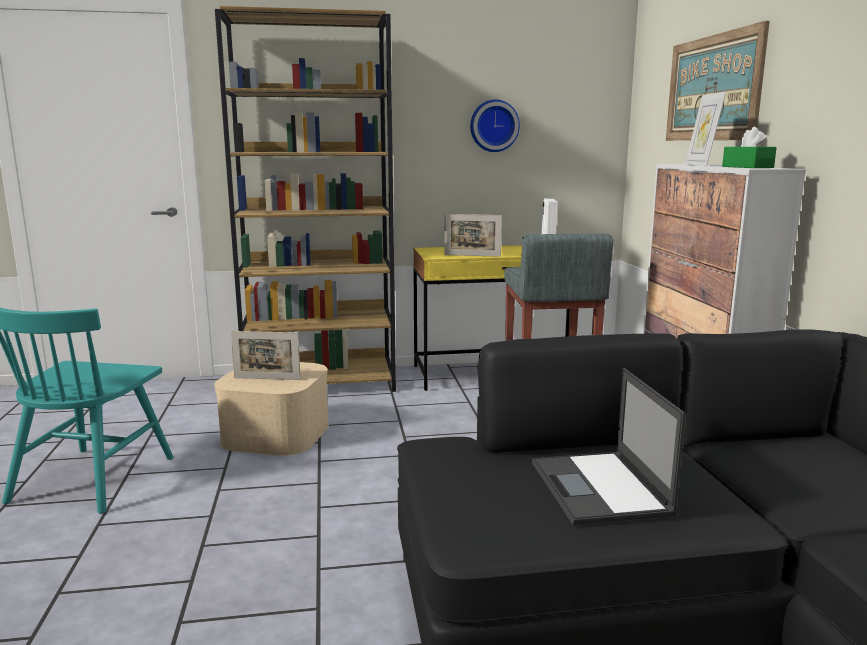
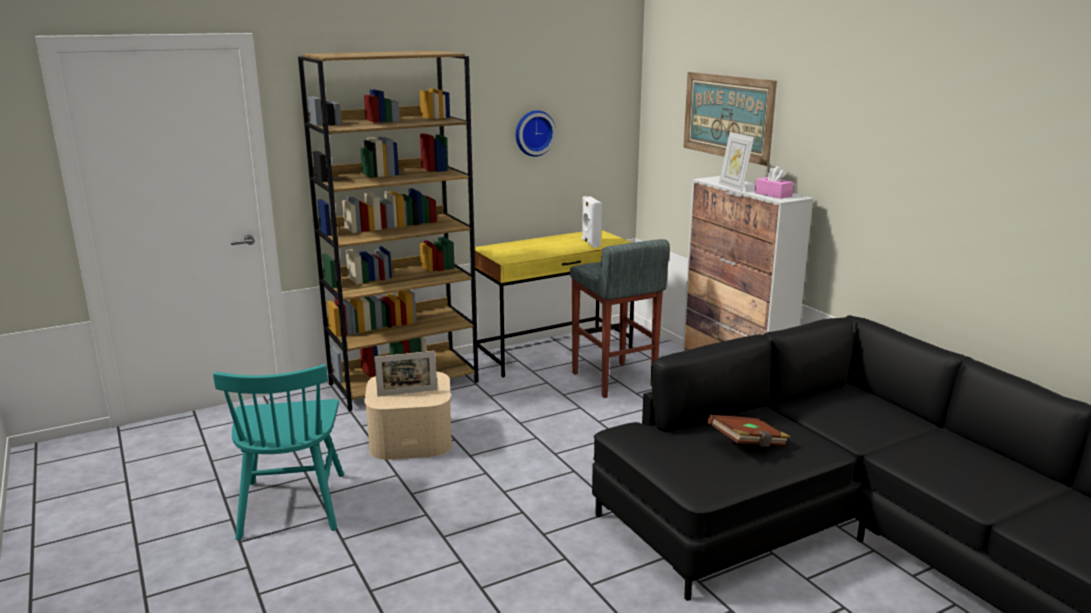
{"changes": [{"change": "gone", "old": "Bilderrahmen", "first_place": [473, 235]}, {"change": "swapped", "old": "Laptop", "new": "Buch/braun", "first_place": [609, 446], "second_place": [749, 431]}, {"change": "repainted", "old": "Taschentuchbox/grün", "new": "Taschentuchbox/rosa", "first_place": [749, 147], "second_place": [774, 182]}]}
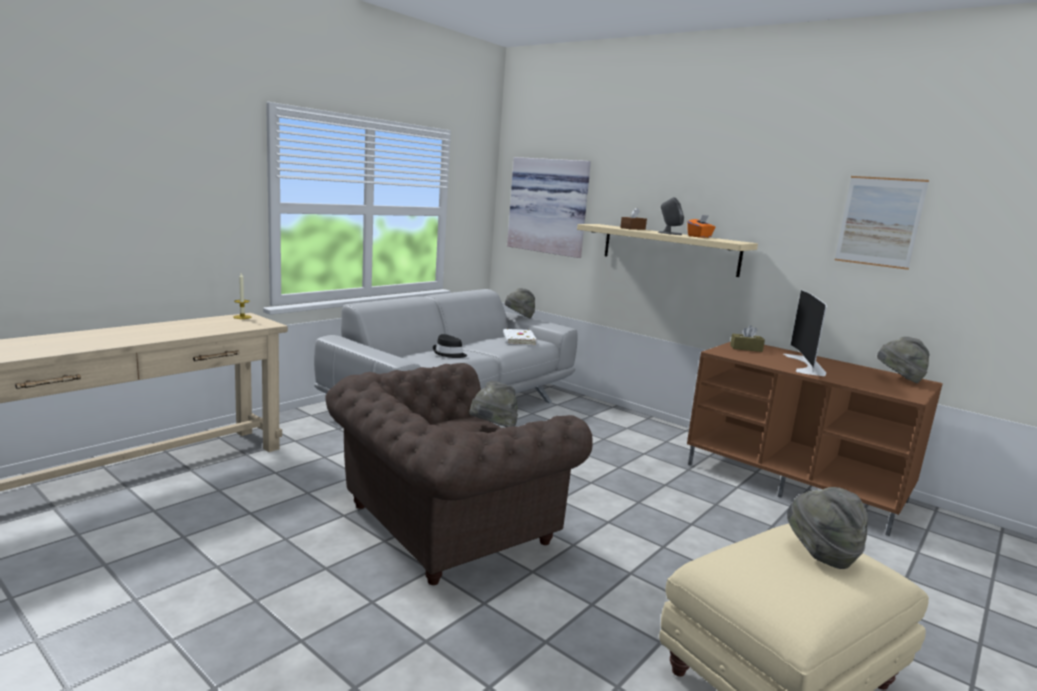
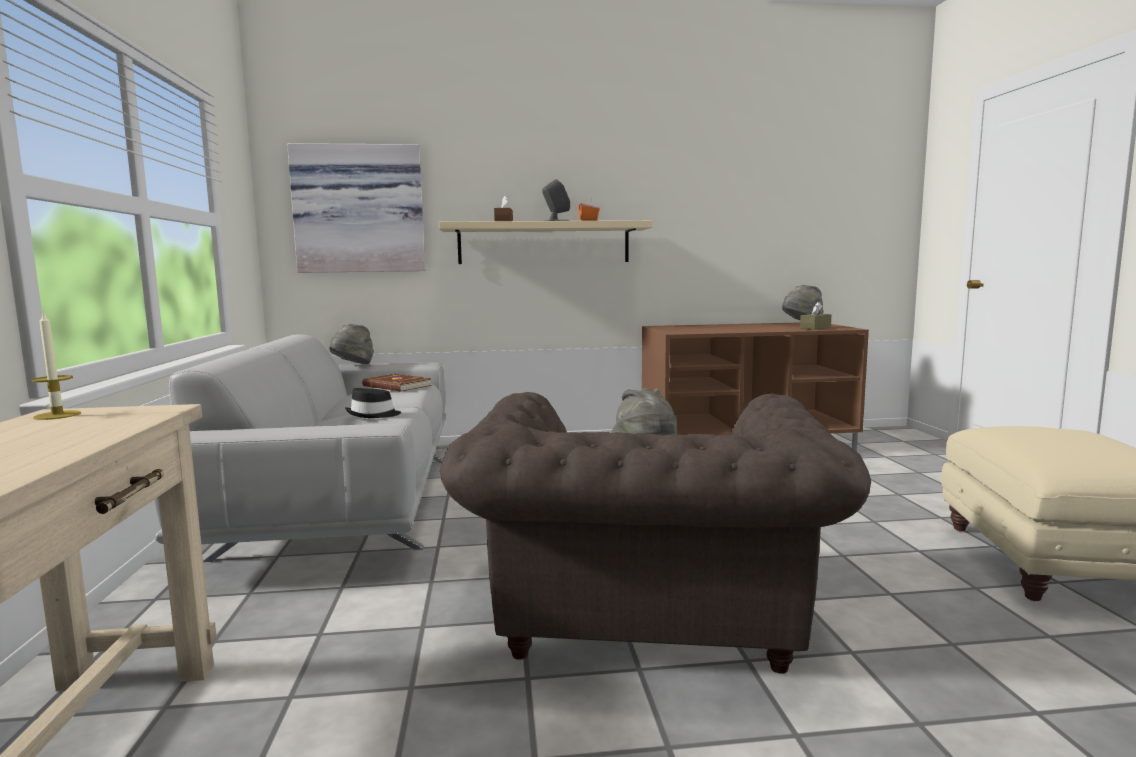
{"changes": [{"change": "repainted", "old": "Buch/weiß", "new": "Buch/braun", "first_place": [520, 337], "second_place": [397, 383]}, {"change": "shifted", "old": "Taschentuchbox/braun", "first_place": [747, 338], "second_place": [815, 316]}, {"change": "gone", "old": "Fernseher", "first_place": [805, 333]}, {"change": "gone", "old": "Hut/grau", "first_place": [827, 528]}, {"change": "gone", "old": "Bild", "first_place": [882, 223]}]}
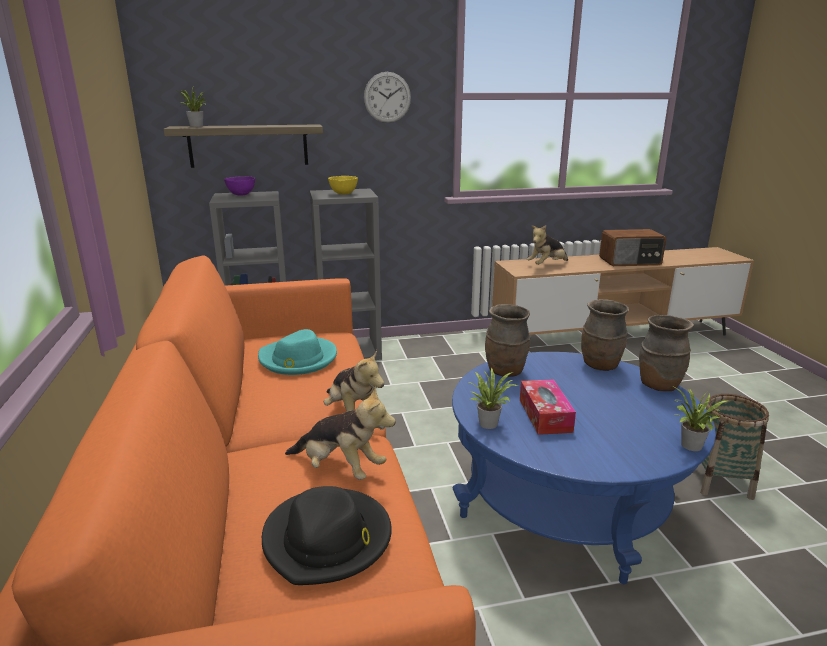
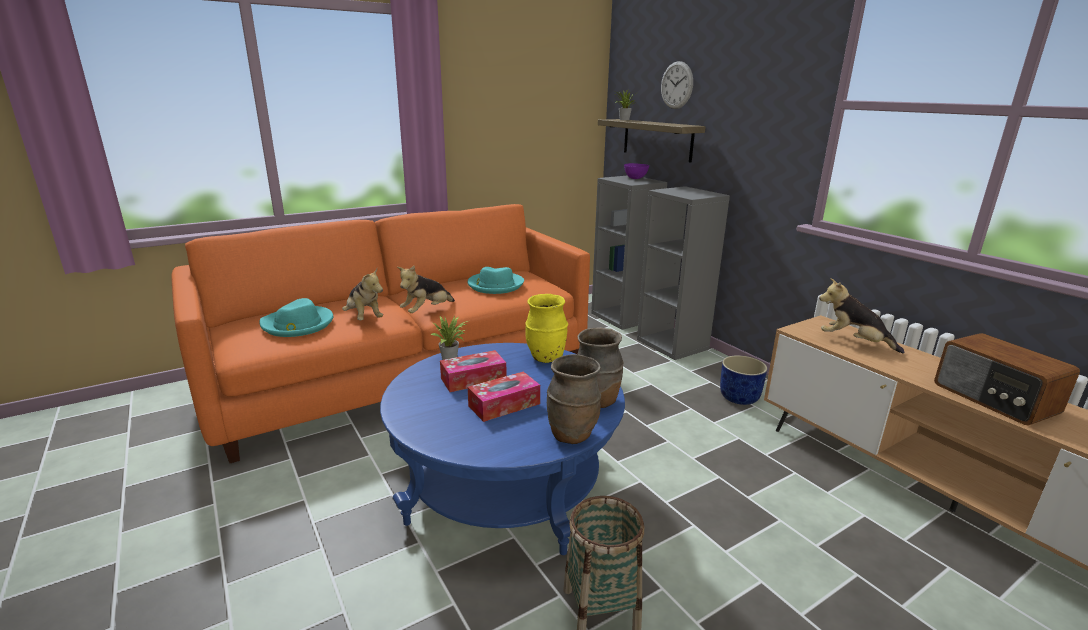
{"changes": [{"change": "repainted", "old": "Hut/schwarz", "new": "Hut/türkis", "first_place": [327, 535], "second_place": [296, 317]}, {"change": "rotated", "old": "Plüschtier", "first_place": [340, 433], "second_place": [362, 294], "degrees": -45}, {"change": "gone", "old": "Schüssel/gelb", "first_place": [343, 185]}, {"change": "shifted", "old": "Wanduhr", "first_place": [387, 97], "second_place": [677, 85]}, {"change": "repainted", "old": "Vase/braun", "new": "Vase/gelb", "first_place": [507, 340], "second_place": [546, 328]}, {"change": "gone", "old": "Topfpflanze", "first_place": [701, 419]}, {"change": "new", "new": "Taschentuchbox", "second_place": [504, 396]}, {"change": "new", "new": "Pflanzkübel/blau", "second_place": [743, 380]}]}
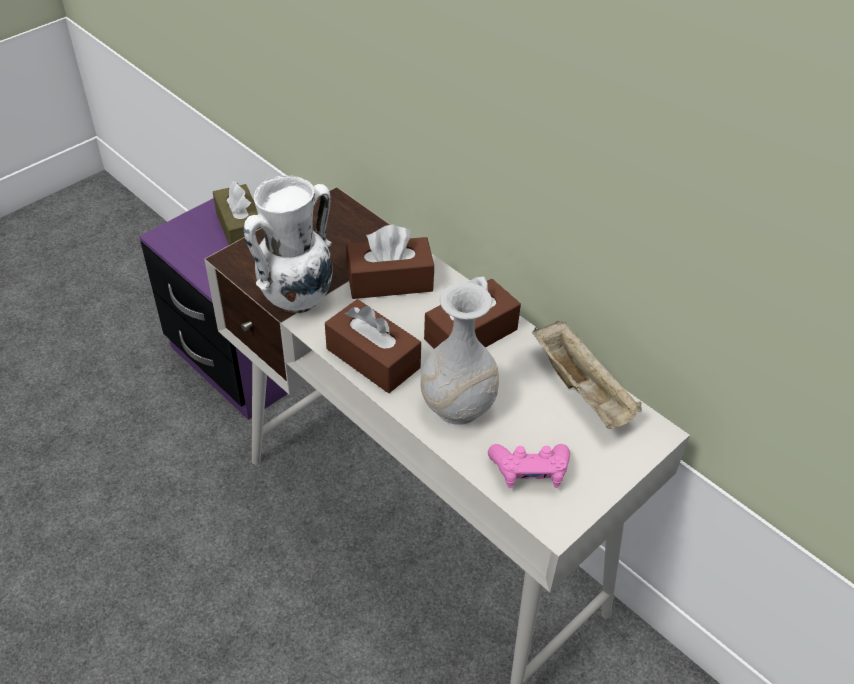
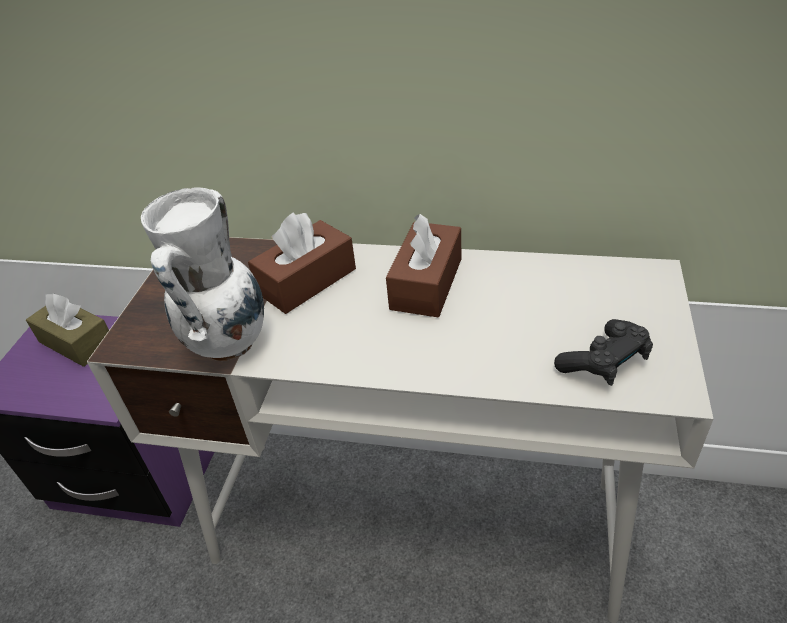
{"changes": [{"change": "gone", "old": "Taschentuchbox/braun", "first_place": [373, 346]}, {"change": "gone", "old": "Vase/weiß", "first_place": [459, 353]}, {"change": "repainted", "old": "Gamepad/rosa", "new": "Gamepad/schwarz", "first_place": [529, 466], "second_place": [603, 352]}, {"change": "gone", "old": "Tablett/beige", "first_place": [587, 375]}]}
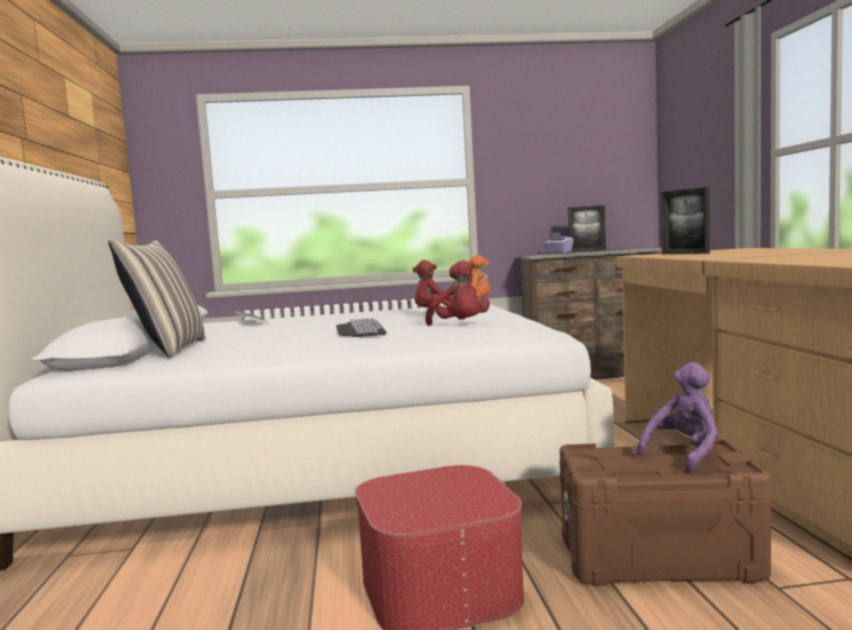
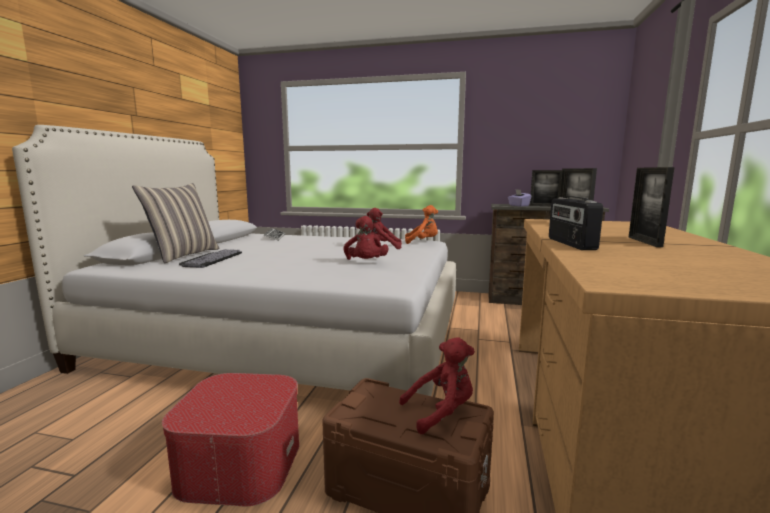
{"changes": [{"change": "shifted", "old": "Tastatur", "first_place": [361, 327], "second_place": [210, 258]}, {"change": "repainted", "old": "Plüschtier/lila", "new": "Plüschtier/rot", "first_place": [677, 416], "second_place": [437, 385]}, {"change": "new", "new": "Radio", "second_place": [576, 223]}, {"change": "new", "new": "Bilderrahmen", "second_place": [651, 207]}]}
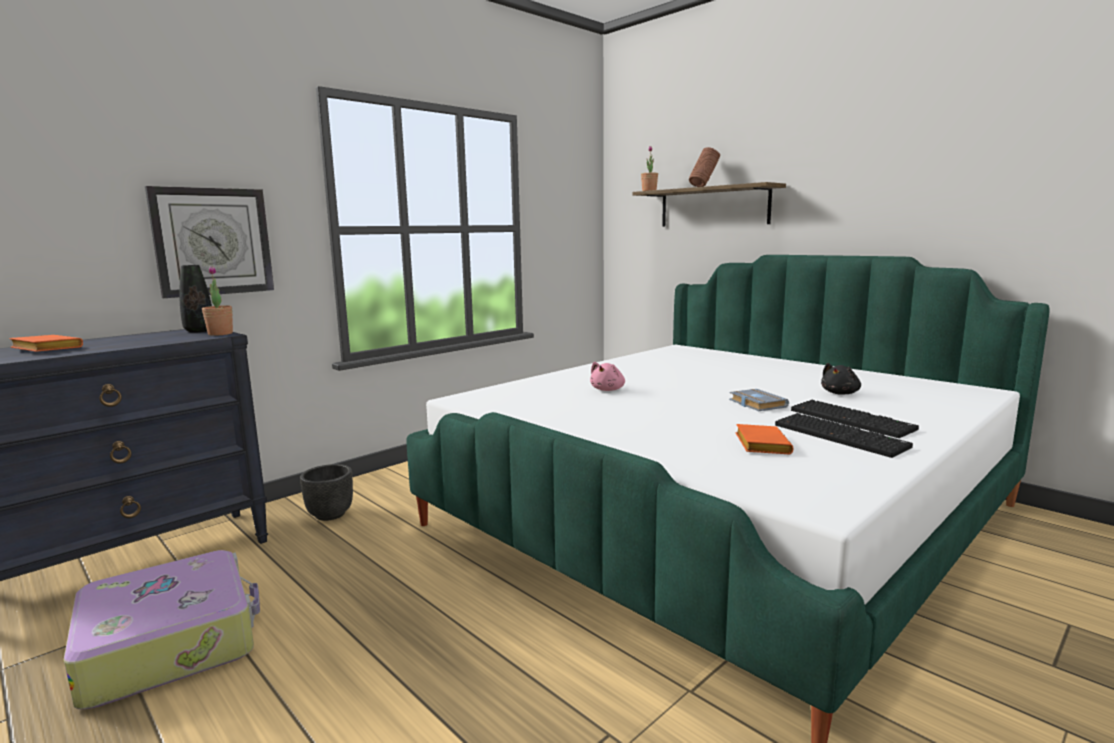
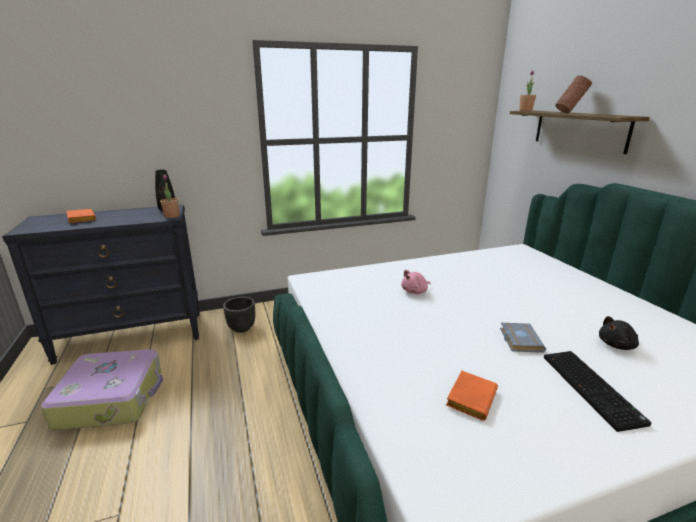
{"changes": [{"change": "gone", "old": "Wanduhr", "first_place": [209, 242]}, {"change": "gone", "old": "Tastatur", "first_place": [844, 435]}]}
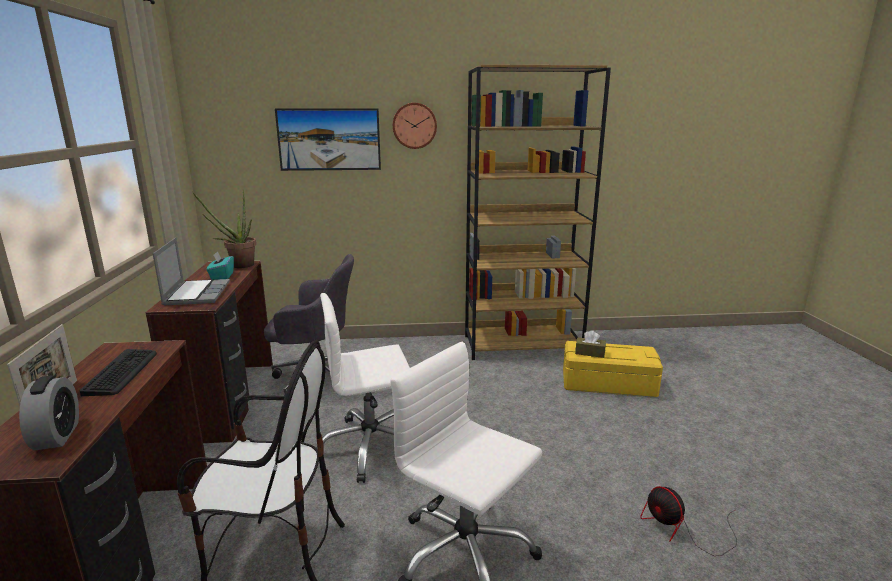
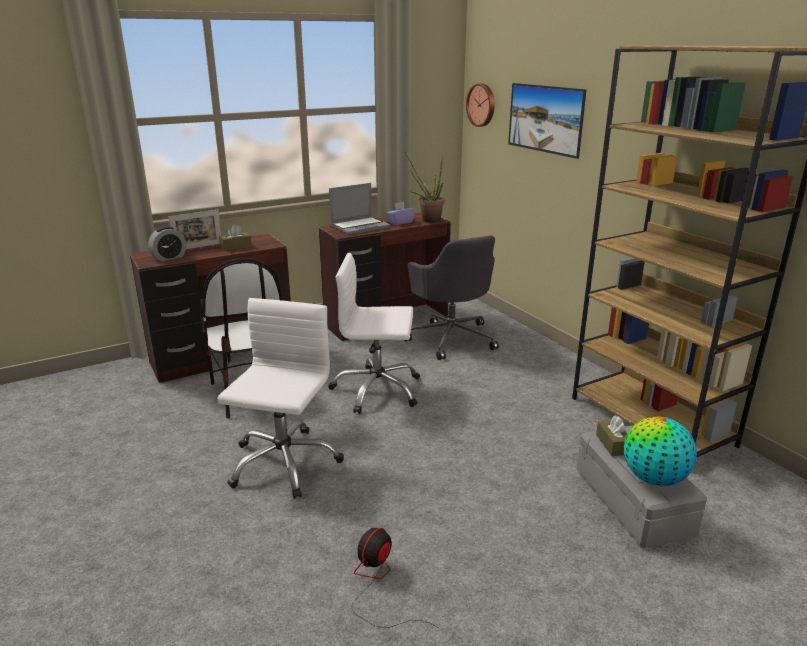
{"changes": [{"change": "swapped", "old": "Tastatur", "new": "Taschentuchbox/braun", "first_place": [118, 372], "second_place": [235, 238]}, {"change": "repainted", "old": "Taschentuchbox/türkis", "new": "Taschentuchbox/lila", "first_place": [220, 265], "second_place": [400, 213]}, {"change": "rotated", "old": "Bürostuhl/weiß", "first_place": [363, 388], "second_place": [374, 333], "degrees": -45}, {"change": "shifted", "old": "Wanduhr", "first_place": [415, 126], "second_place": [480, 105]}, {"change": "repainted", "old": "Aufbewahrungsbox/gelb", "new": "Aufbewahrungsbox/grau", "first_place": [613, 369], "second_place": [642, 487]}, {"change": "new", "new": "Globus", "second_place": [660, 451]}]}
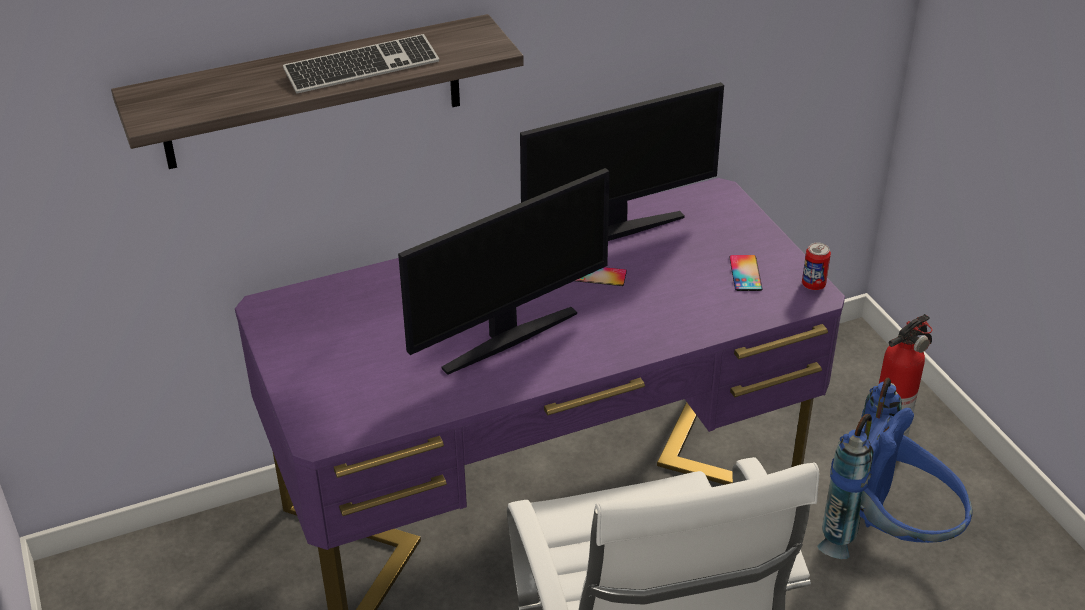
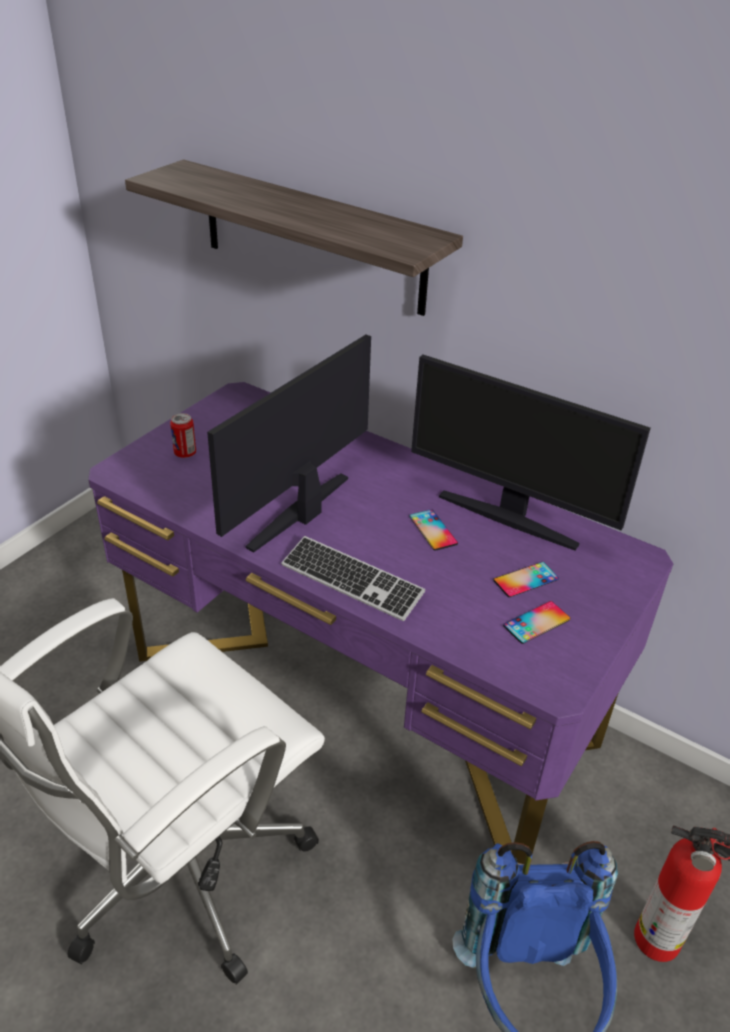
{"changes": [{"change": "shifted", "old": "Tastatur", "first_place": [361, 64], "second_place": [353, 578]}, {"change": "rotated", "old": "Monitor", "first_place": [504, 271], "second_place": [289, 443], "degrees": 105}, {"change": "shifted", "old": "Dose", "first_place": [816, 266], "second_place": [183, 435]}, {"change": "new", "new": "Handy", "second_place": [526, 579]}]}
